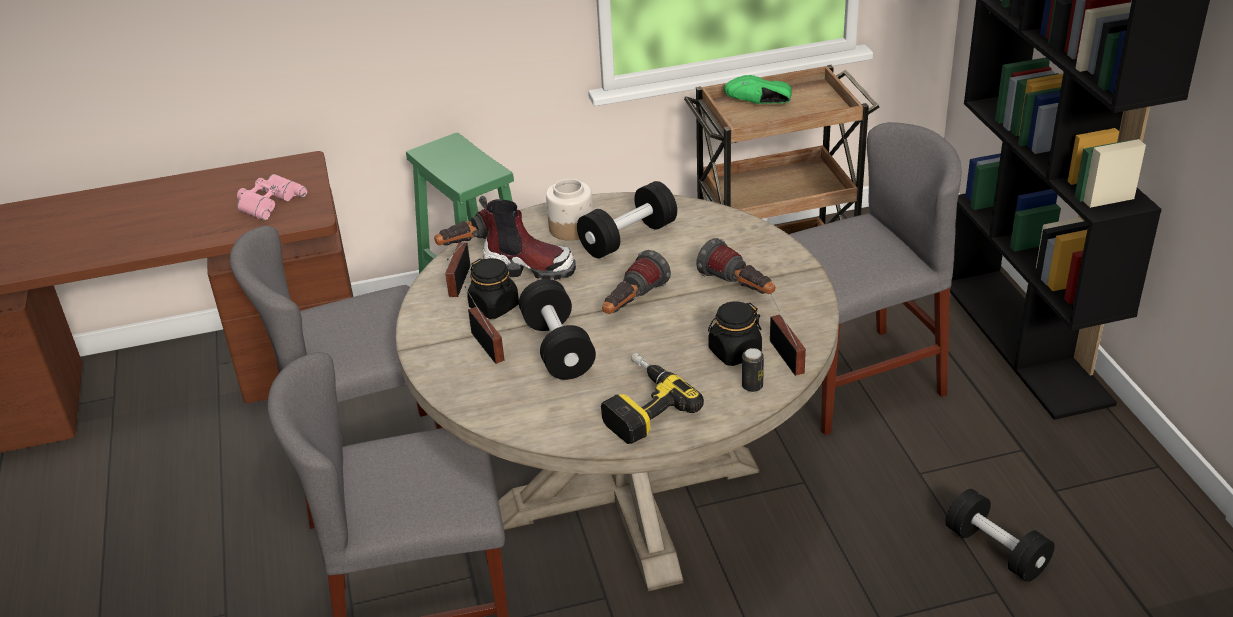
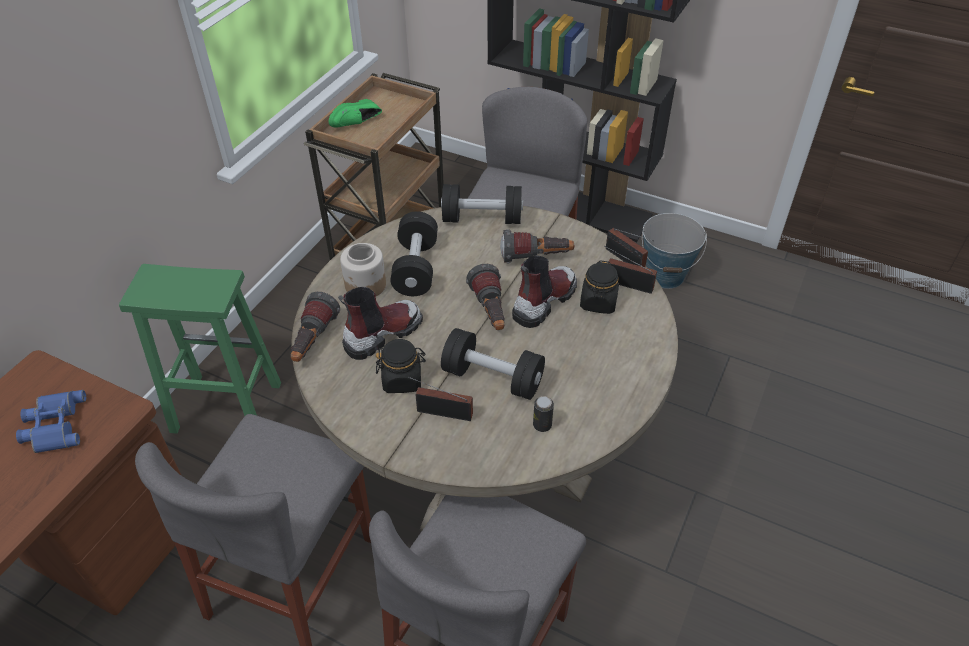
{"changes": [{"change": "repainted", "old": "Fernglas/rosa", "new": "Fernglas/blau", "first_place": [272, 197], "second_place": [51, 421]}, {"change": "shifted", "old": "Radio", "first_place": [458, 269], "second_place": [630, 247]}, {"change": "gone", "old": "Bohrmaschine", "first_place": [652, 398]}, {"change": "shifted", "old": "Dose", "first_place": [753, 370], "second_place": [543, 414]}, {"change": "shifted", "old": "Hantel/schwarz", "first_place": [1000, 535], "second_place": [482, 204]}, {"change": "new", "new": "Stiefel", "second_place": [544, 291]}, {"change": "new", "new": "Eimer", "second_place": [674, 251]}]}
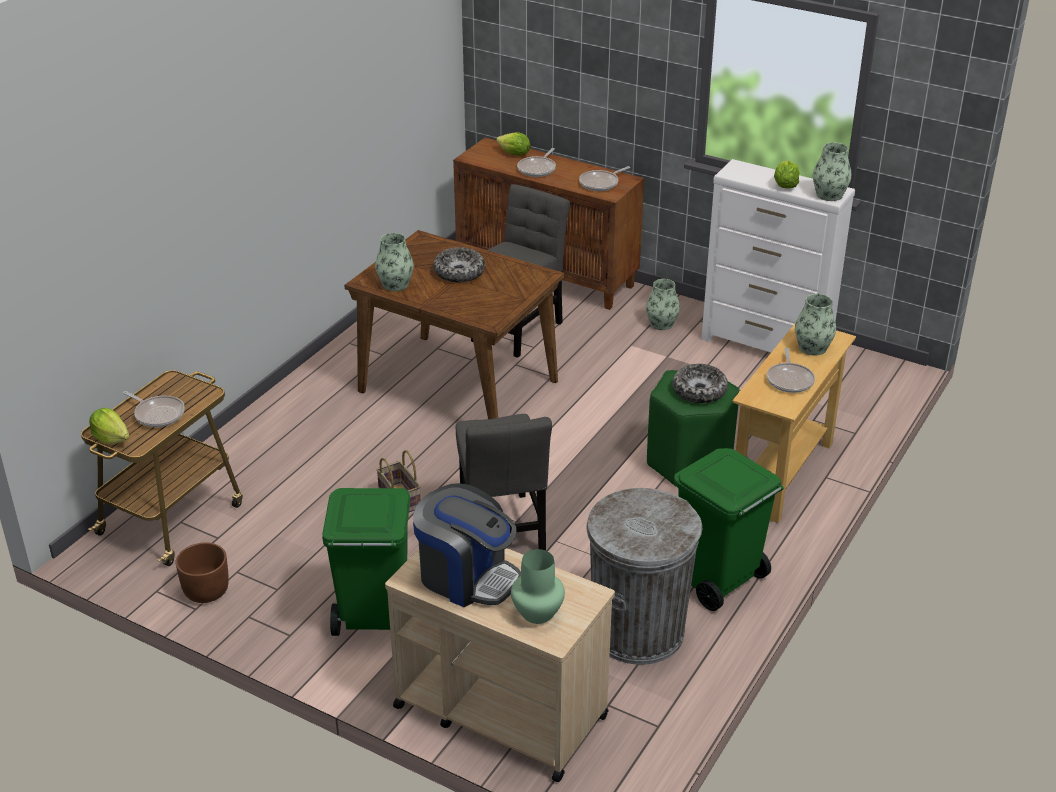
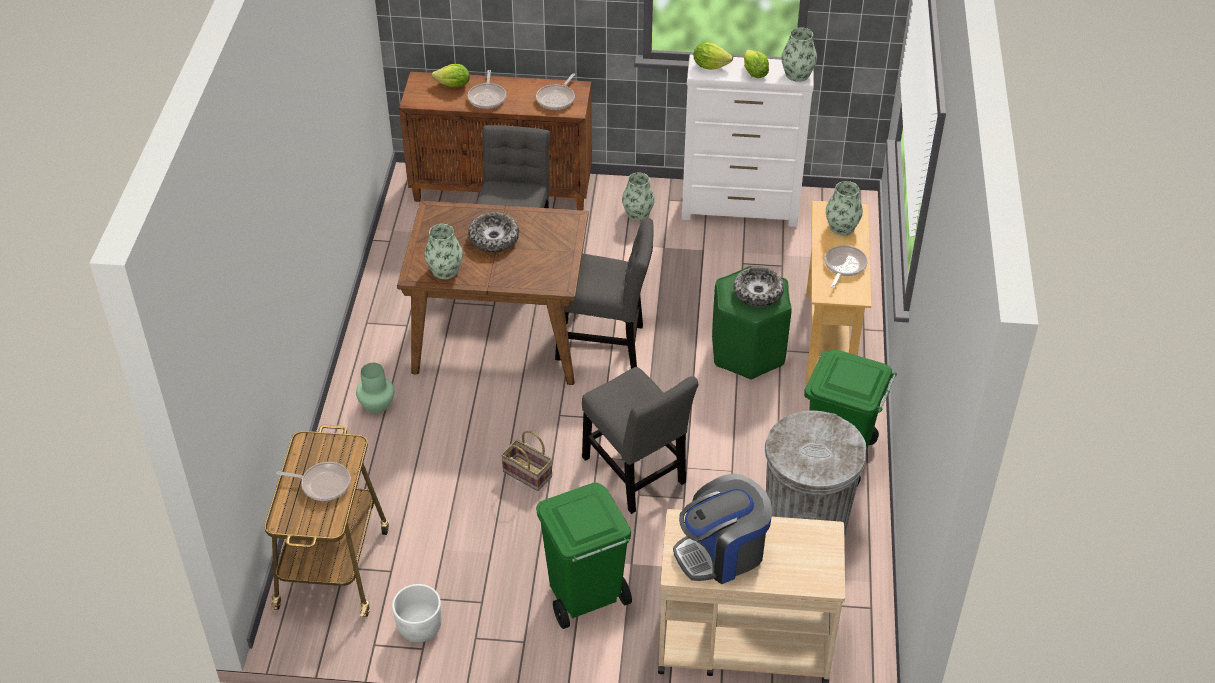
{"changes": [{"change": "shifted", "old": "Salatkopf", "first_place": [109, 426], "second_place": [713, 56]}, {"change": "repainted", "old": "Pflanzkübel/braun", "new": "Pflanzkübel/weiß", "first_place": [202, 572], "second_place": [416, 613]}, {"change": "rotated", "old": "Kaffeemaschine", "first_place": [467, 545], "second_place": [722, 529], "degrees": 150}, {"change": "shifted", "old": "Vase/grün", "first_place": [538, 586], "second_place": [375, 388]}, {"change": "rotated", "old": "Pfanne", "first_place": [791, 370], "second_place": [846, 266], "degrees": -135}, {"change": "new", "new": "Stuhl/grau", "second_place": [604, 293]}]}
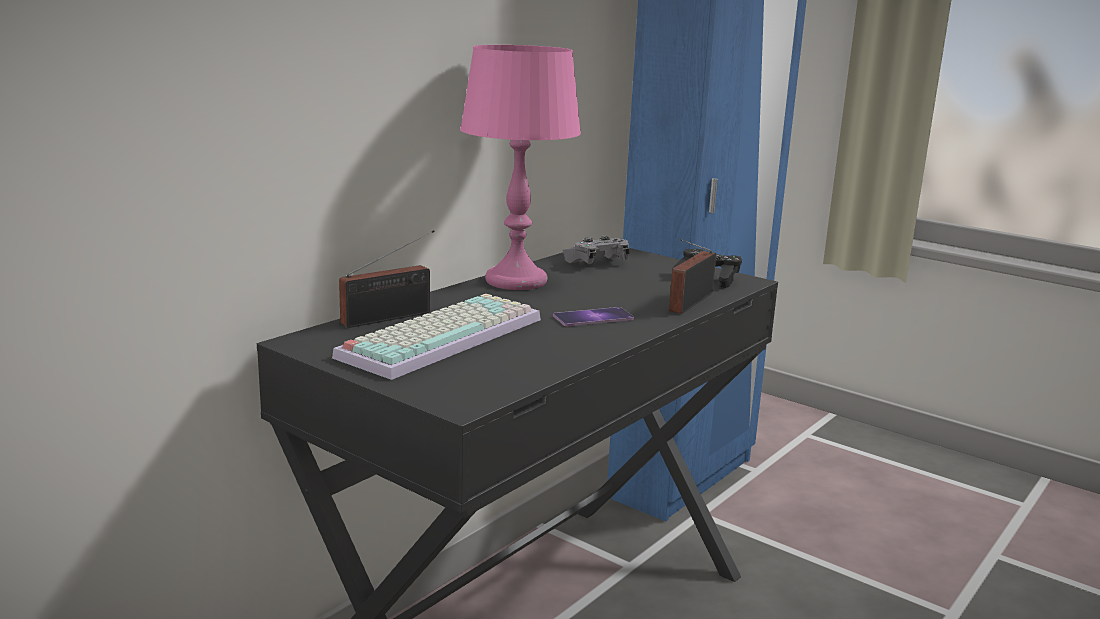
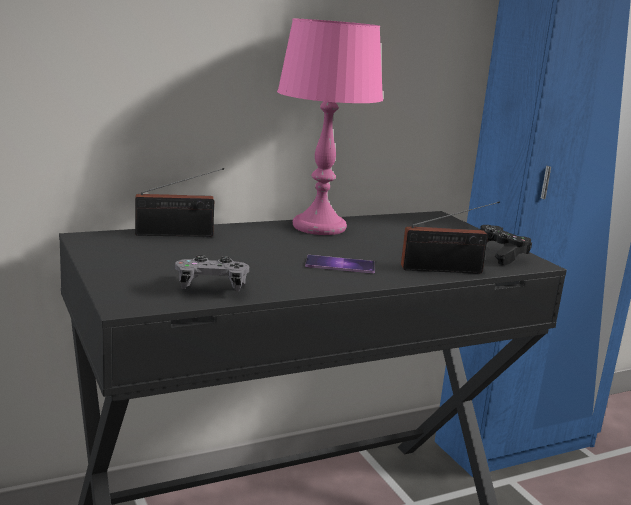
{"changes": [{"change": "gone", "old": "Tastatur", "first_place": [436, 337]}, {"change": "shifted", "old": "Gamepad/grau", "first_place": [596, 250], "second_place": [212, 273]}, {"change": "rotated", "old": "Radio", "first_place": [692, 276], "second_place": [450, 237], "degrees": -150}]}
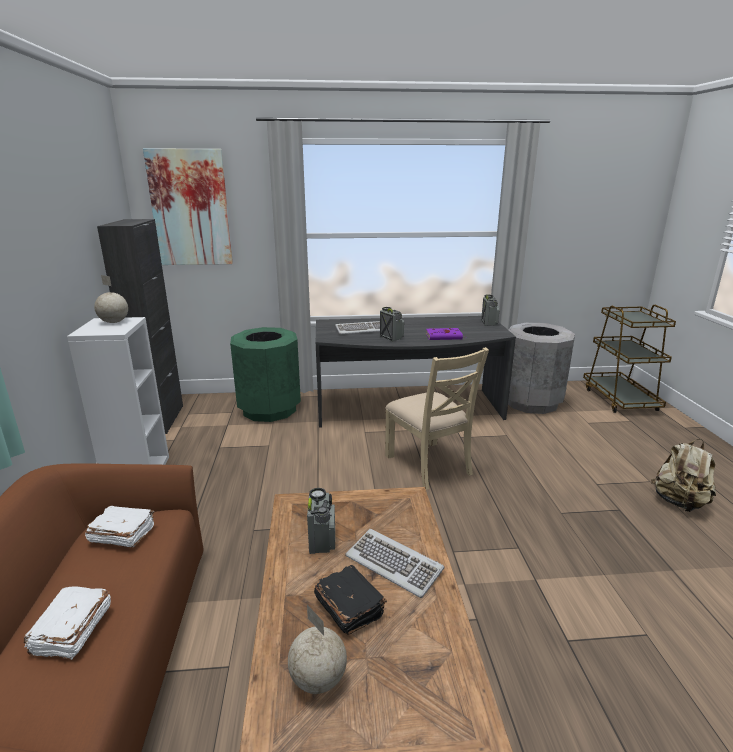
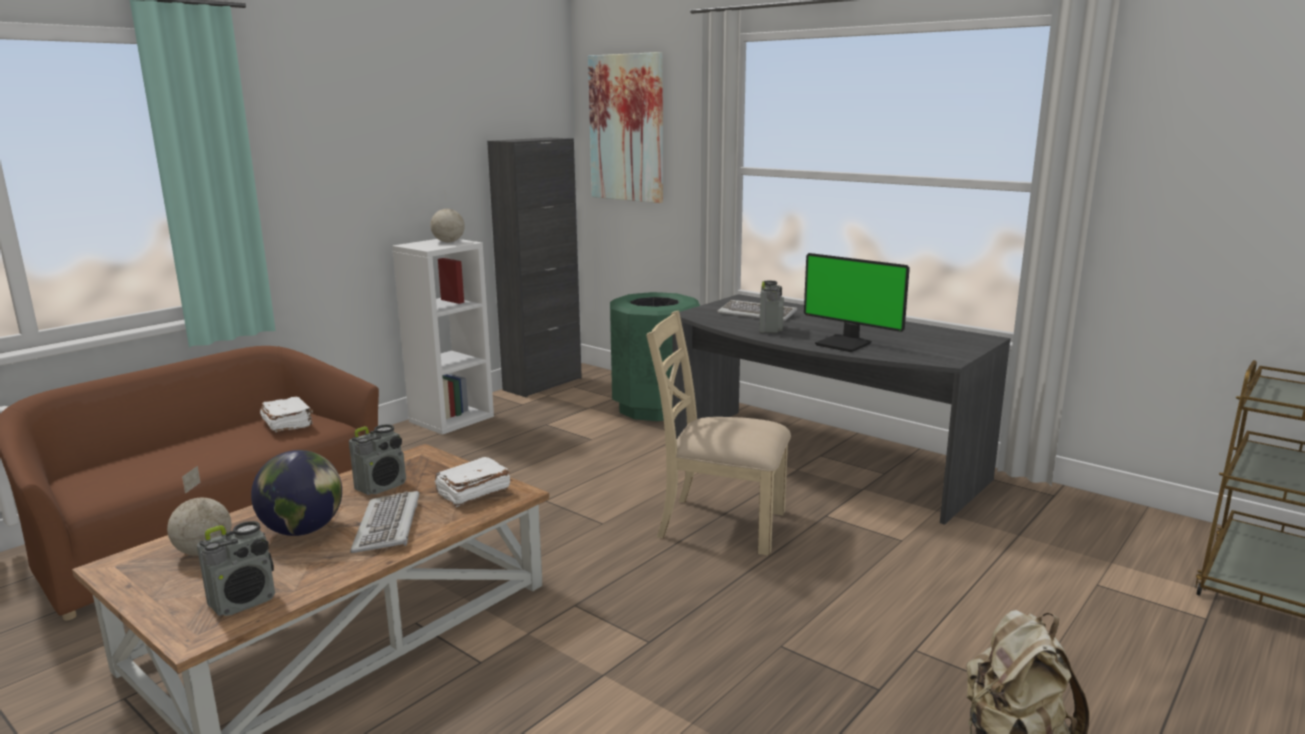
{"changes": [{"change": "shifted", "old": "Buch/weiß", "first_place": [67, 623], "second_place": [472, 482]}, {"change": "swapped", "old": "Buch/schwarz", "new": "Globus", "first_place": [350, 599], "second_place": [296, 493]}, {"change": "rotated", "old": "Stuhl/beige", "first_place": [437, 418], "second_place": [718, 432], "degrees": 90}, {"change": "swapped", "old": "Buch/lila", "new": "Monitor", "first_place": [444, 334], "second_place": [857, 302]}, {"change": "shifted", "old": "Radio", "first_place": [490, 310], "second_place": [236, 568]}, {"change": "gone", "old": "Mülleimer/grau", "first_place": [541, 368]}]}
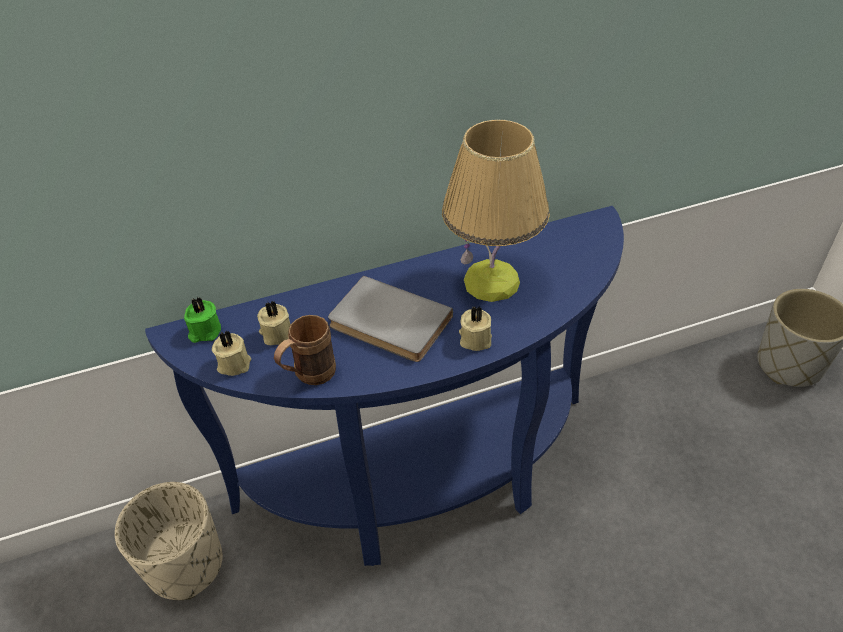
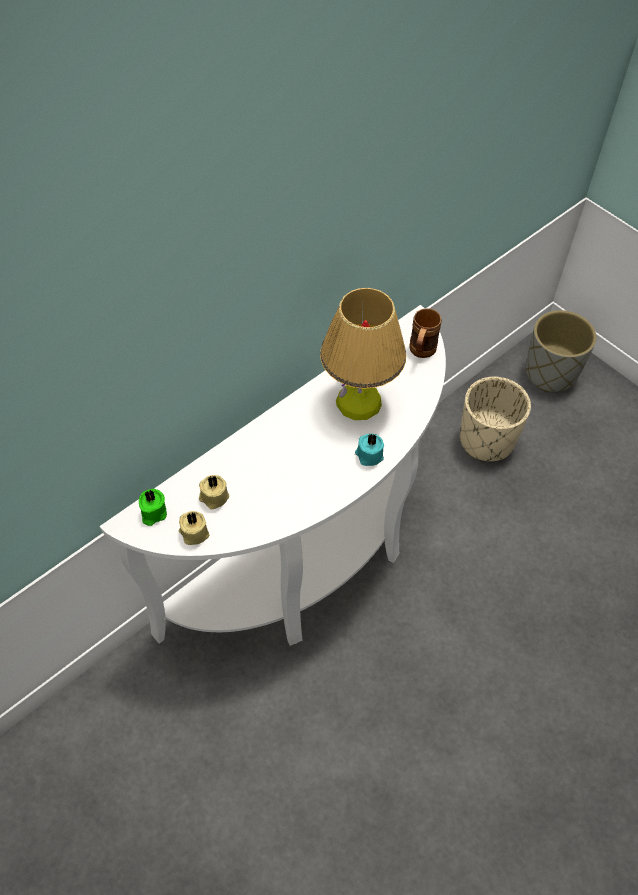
{"changes": [{"change": "shifted", "old": "Pflanzkübel/beige", "first_place": [169, 541], "second_place": [495, 419]}, {"change": "repainted", "old": "Konsolentisch/blau", "new": "Konsolentisch/weiß", "first_place": [384, 386], "second_place": [273, 475]}, {"change": "shifted", "old": "Henkelbecher/braun", "first_place": [305, 350], "second_place": [425, 333]}, {"change": "gone", "old": "Buch/grau", "first_place": [390, 319]}, {"change": "repainted", "old": "Kerze/beige", "new": "Kerze/türkis", "first_place": [475, 328], "second_place": [369, 449]}]}
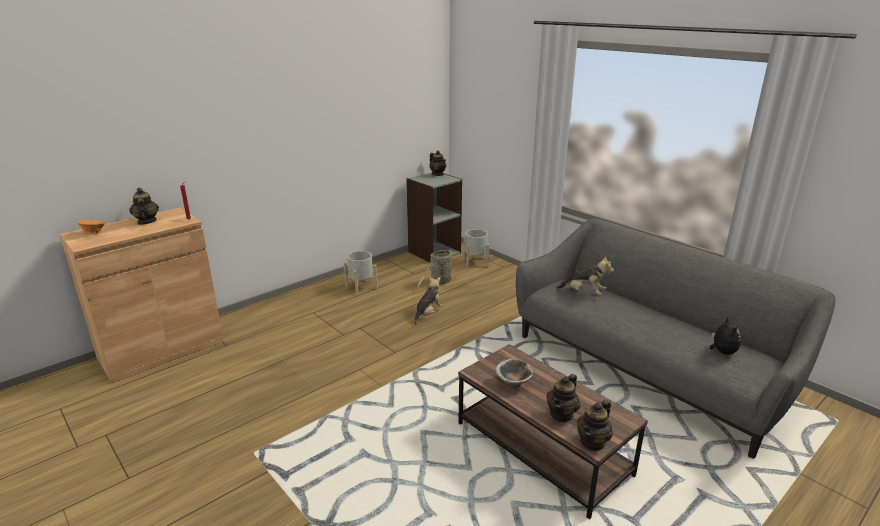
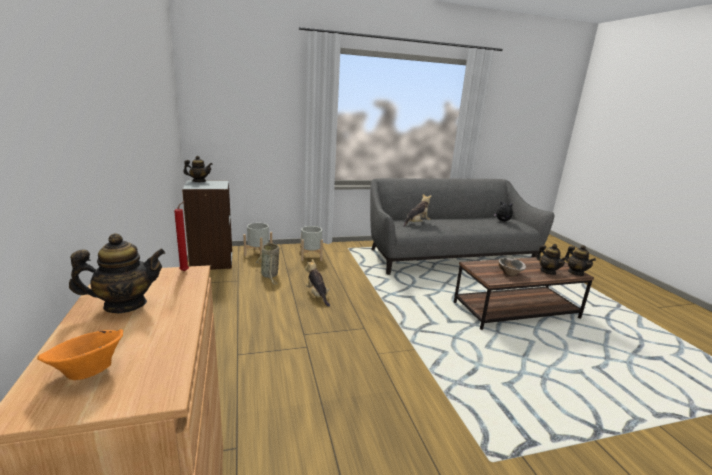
{"changes": [{"change": "rotated", "old": "Teekanne", "first_place": [144, 206], "second_place": [117, 273], "degrees": 150}, {"change": "shifted", "old": "Pflanzkübel/grau", "first_place": [361, 273], "second_place": [312, 243]}]}
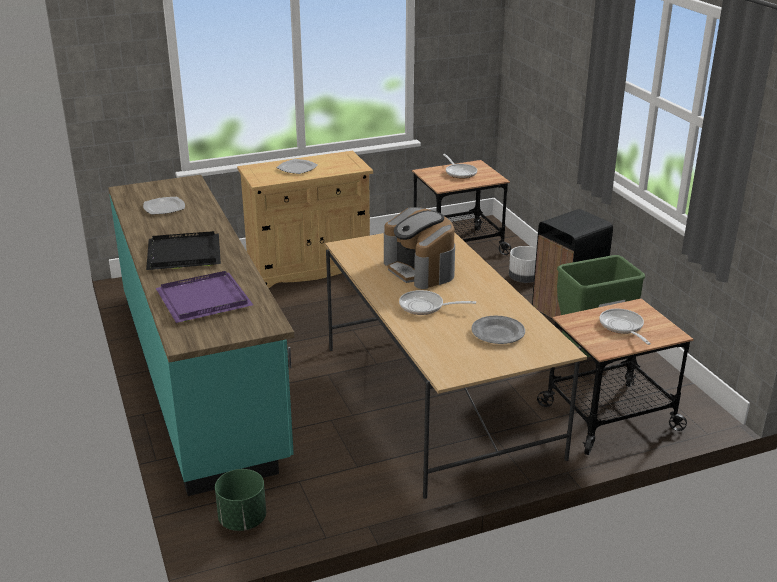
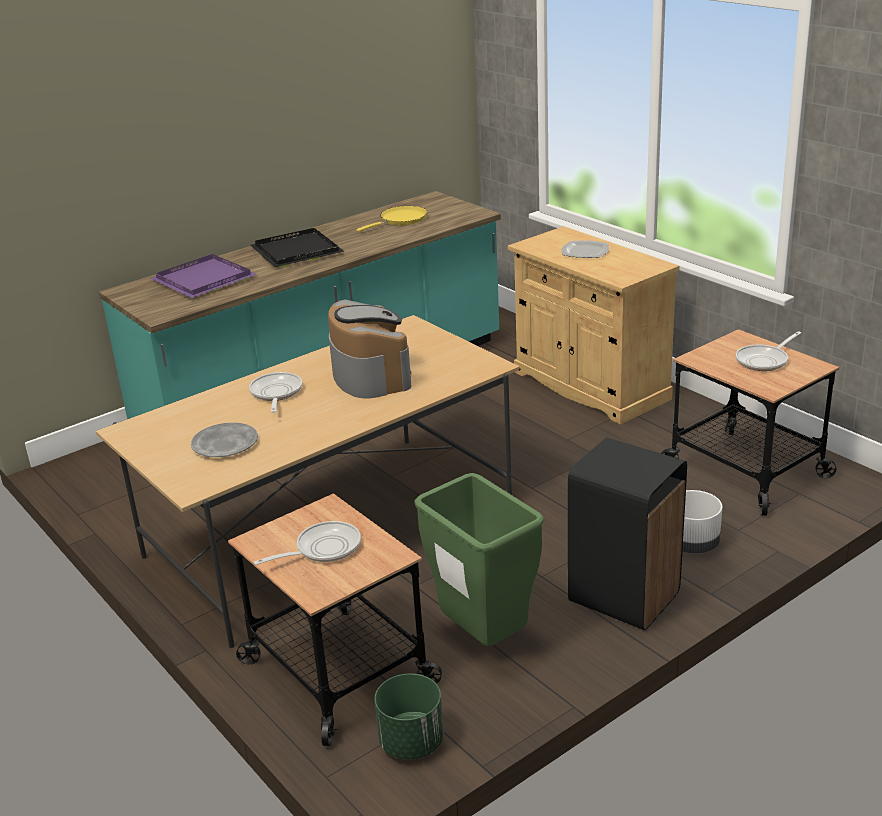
{"changes": [{"change": "swapped", "old": "Teller", "new": "Pfanne/gelb", "first_place": [164, 206], "second_place": [392, 219]}, {"change": "shifted", "old": "Pflanzkübel/grün", "first_place": [240, 500], "second_place": [409, 717]}, {"change": "rotated", "old": "Kaffeemaschine", "first_place": [419, 248], "second_place": [370, 349], "degrees": 120}]}
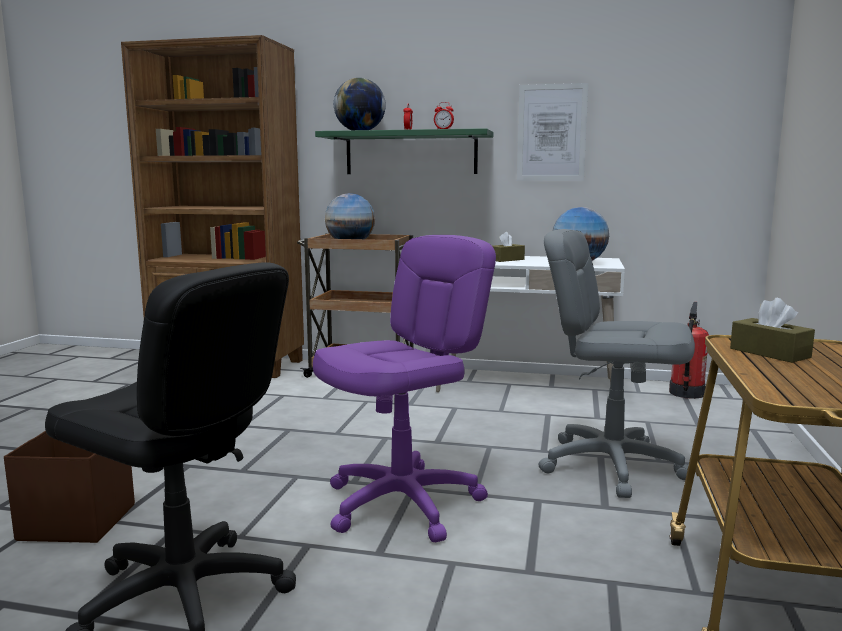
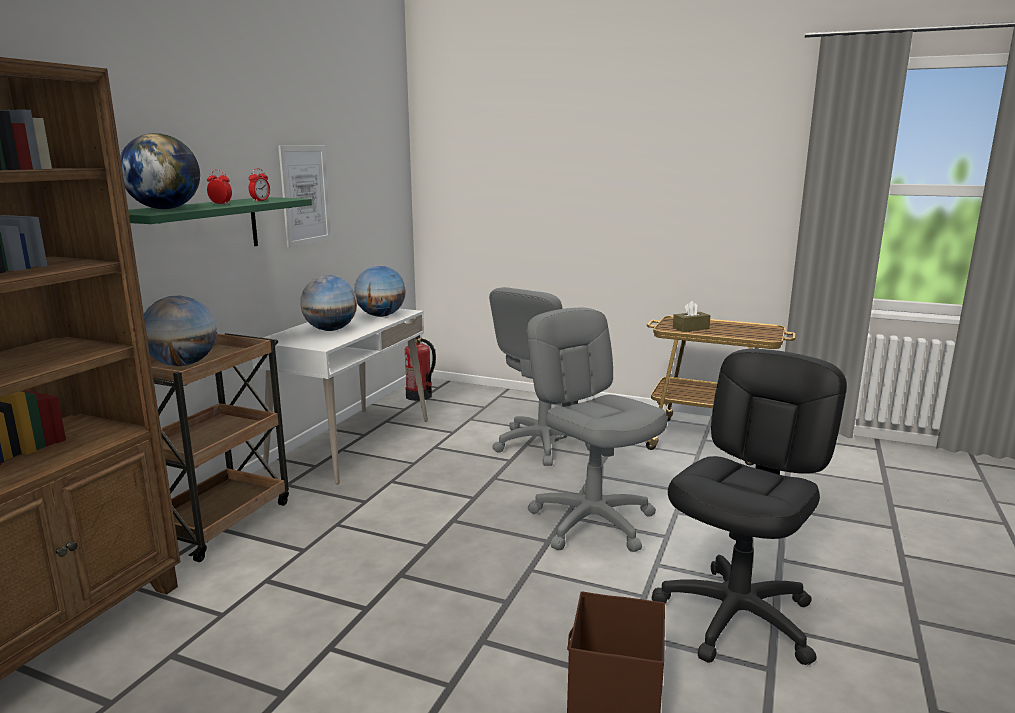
{"changes": [{"change": "repainted", "old": "Bürostuhl/lila", "new": "Bürostuhl/grau", "first_place": [404, 389], "second_place": [596, 430]}, {"change": "swapped", "old": "Taschentuchbox/braun", "new": "Globus", "first_place": [508, 247], "second_place": [328, 303]}]}
